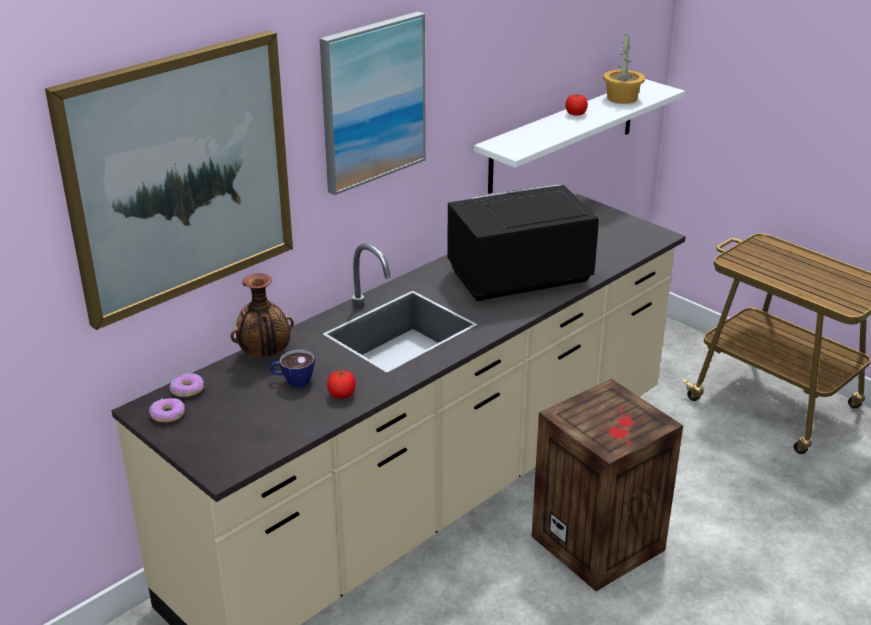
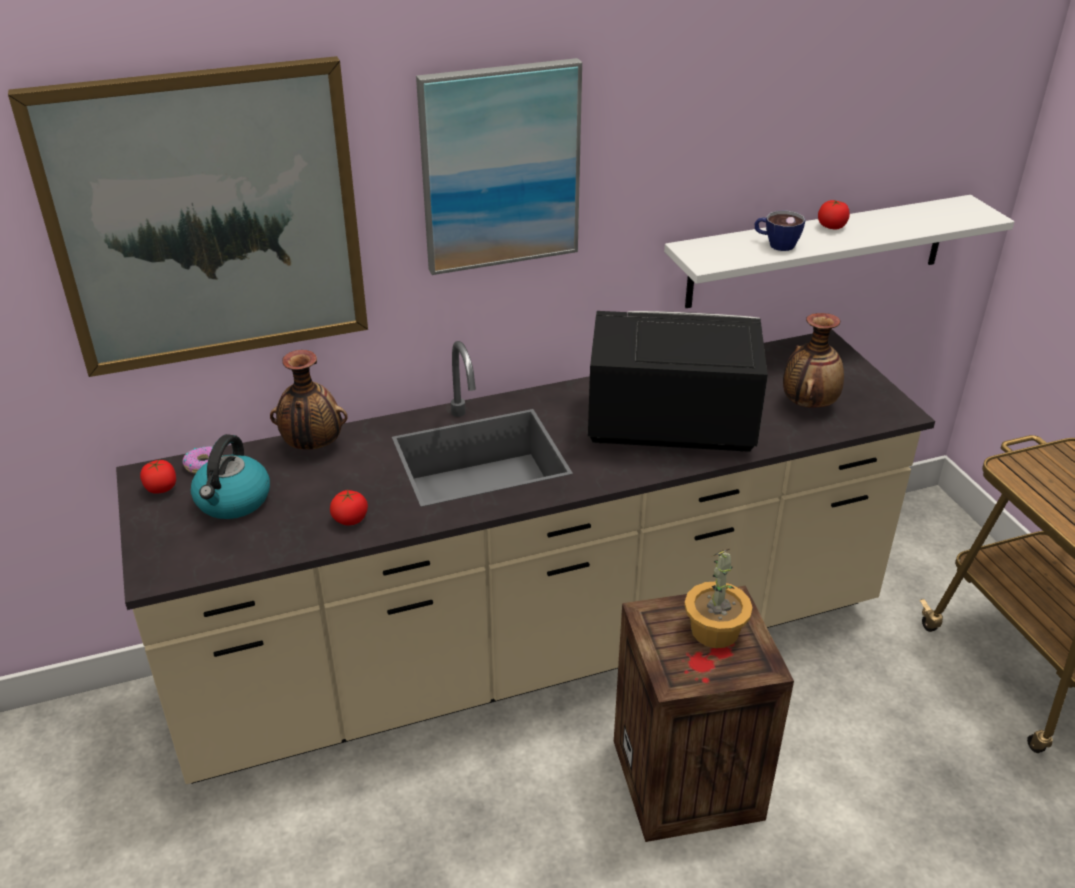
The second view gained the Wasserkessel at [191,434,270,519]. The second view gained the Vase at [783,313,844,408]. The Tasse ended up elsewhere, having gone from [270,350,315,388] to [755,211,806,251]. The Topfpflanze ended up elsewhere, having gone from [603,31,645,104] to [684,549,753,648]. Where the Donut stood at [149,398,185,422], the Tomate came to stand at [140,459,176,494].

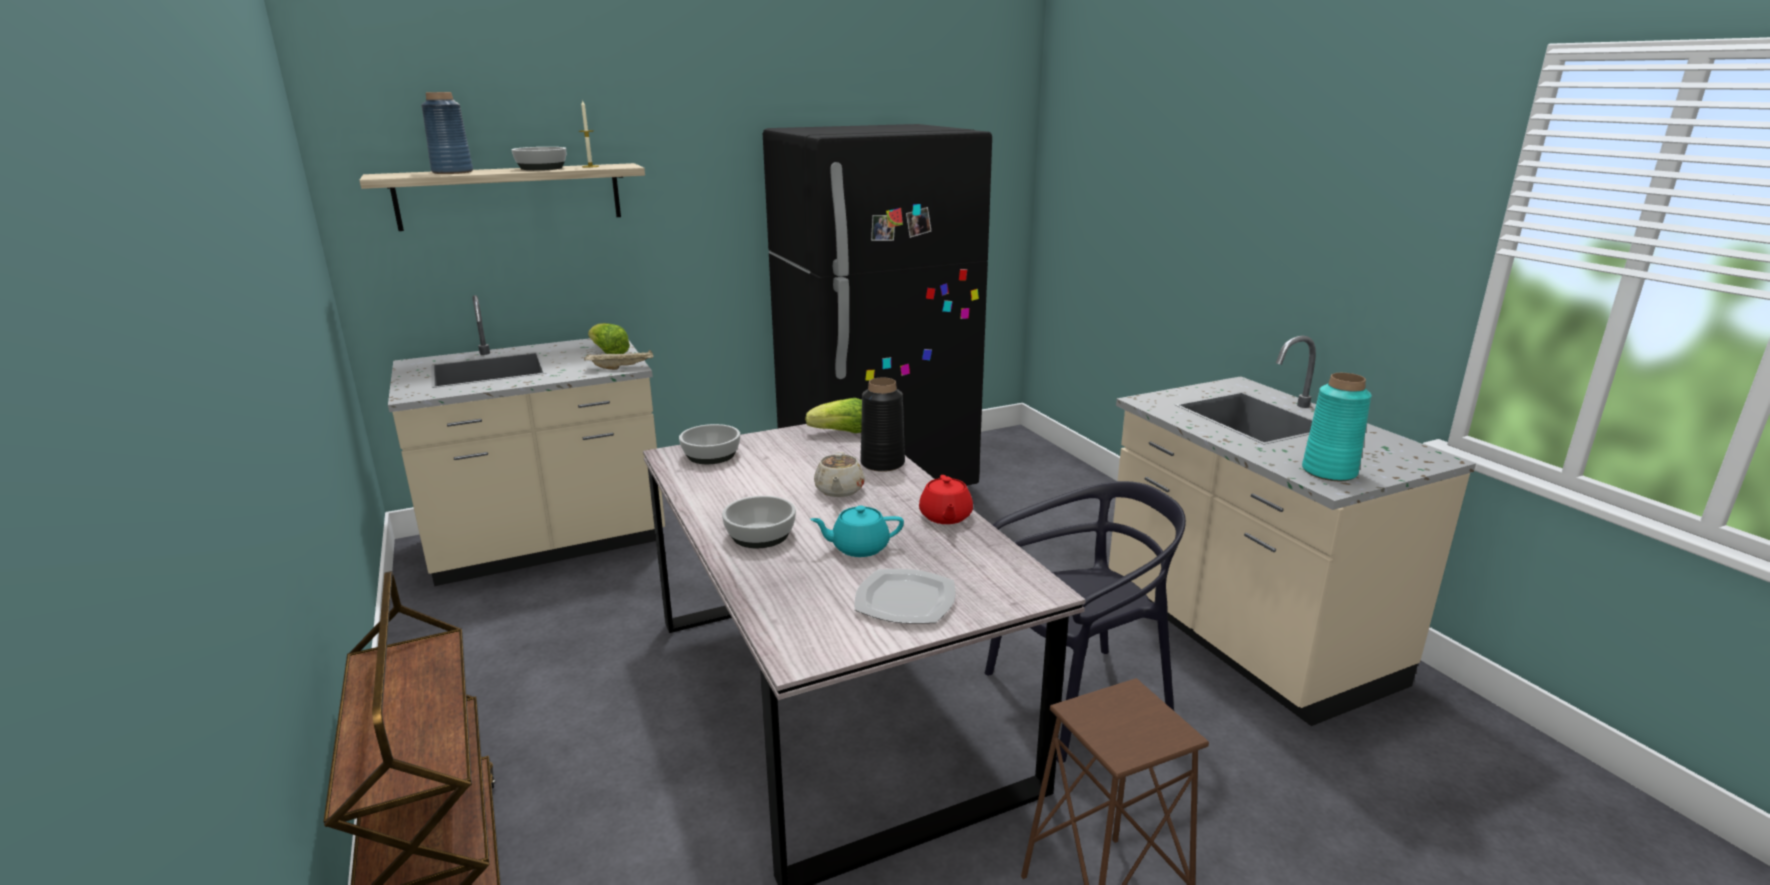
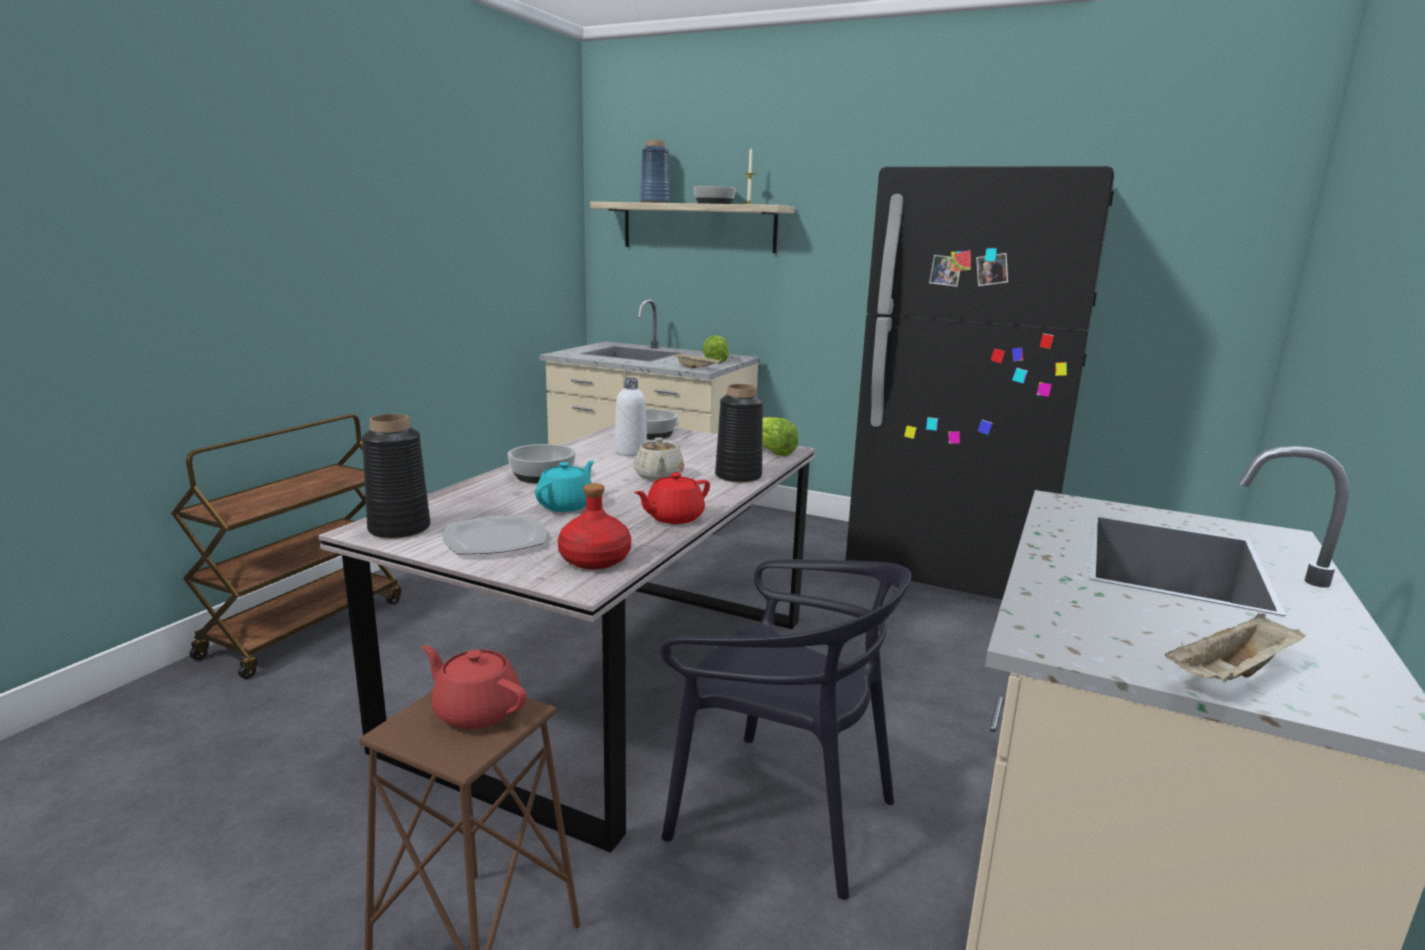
The second view lost the Vase (türkis) at [1302,373,1372,481]. The second view gained the Vase (schwarz) at [361,414,430,539]. The second view gained the Teekanne (rot) at [422,645,527,729]. The second view gained the Flasche (rot) at [558,483,631,569]. The second view gained the Flasche (weiß) at [615,377,647,456]. The second view gained the Tablett (beige) at [1165,613,1305,683]. The Teekanne (türkis) at [810,506,904,557] ended up facing another way, 75 degrees clockwise from before. The Teekanne (beige) at [814,452,865,497] ended up facing another way, 60 degrees counterclockwise from before.

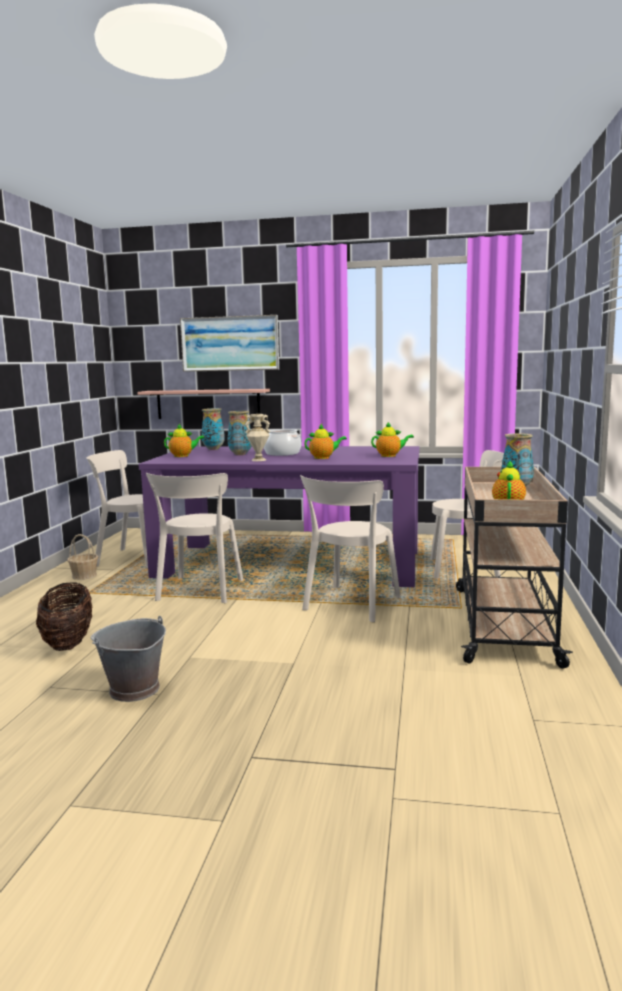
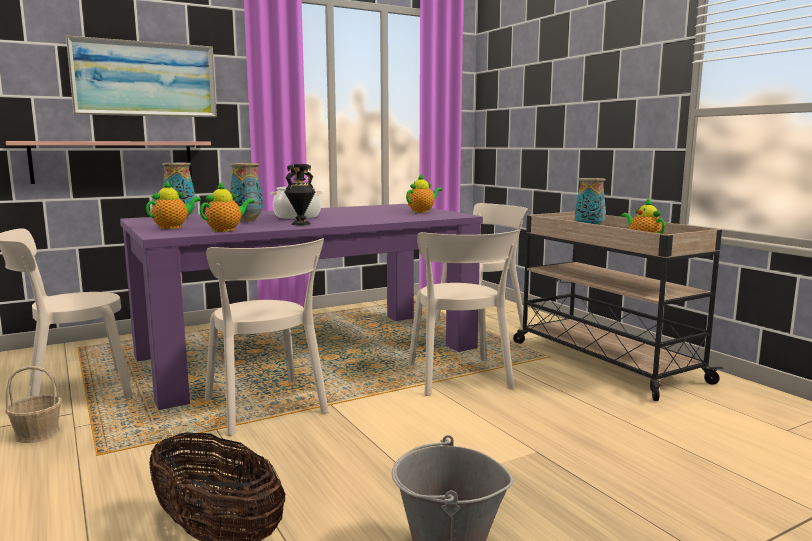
The Teekanne ended up elsewhere, having gone from [304,424,347,459] to [200,182,255,232]. What was the Vase (beige) at [245,414,270,461] turned into the Vase (schwarz) at [285,164,316,225].

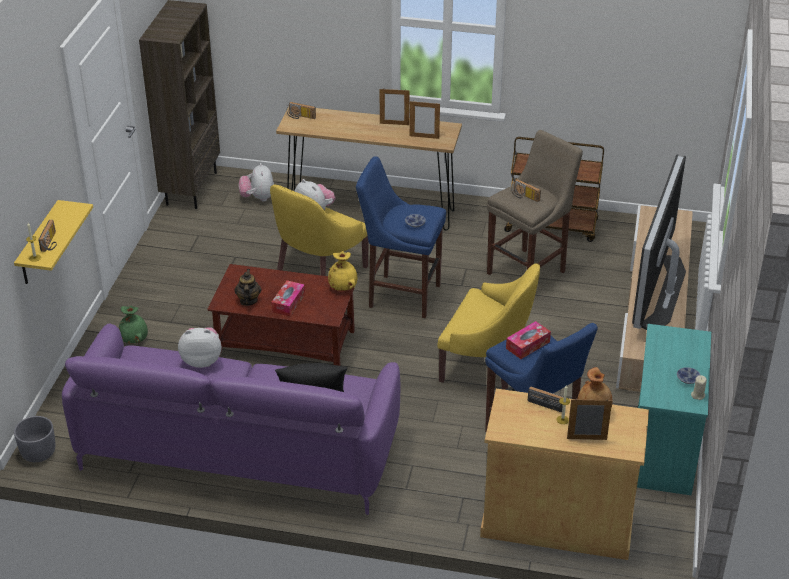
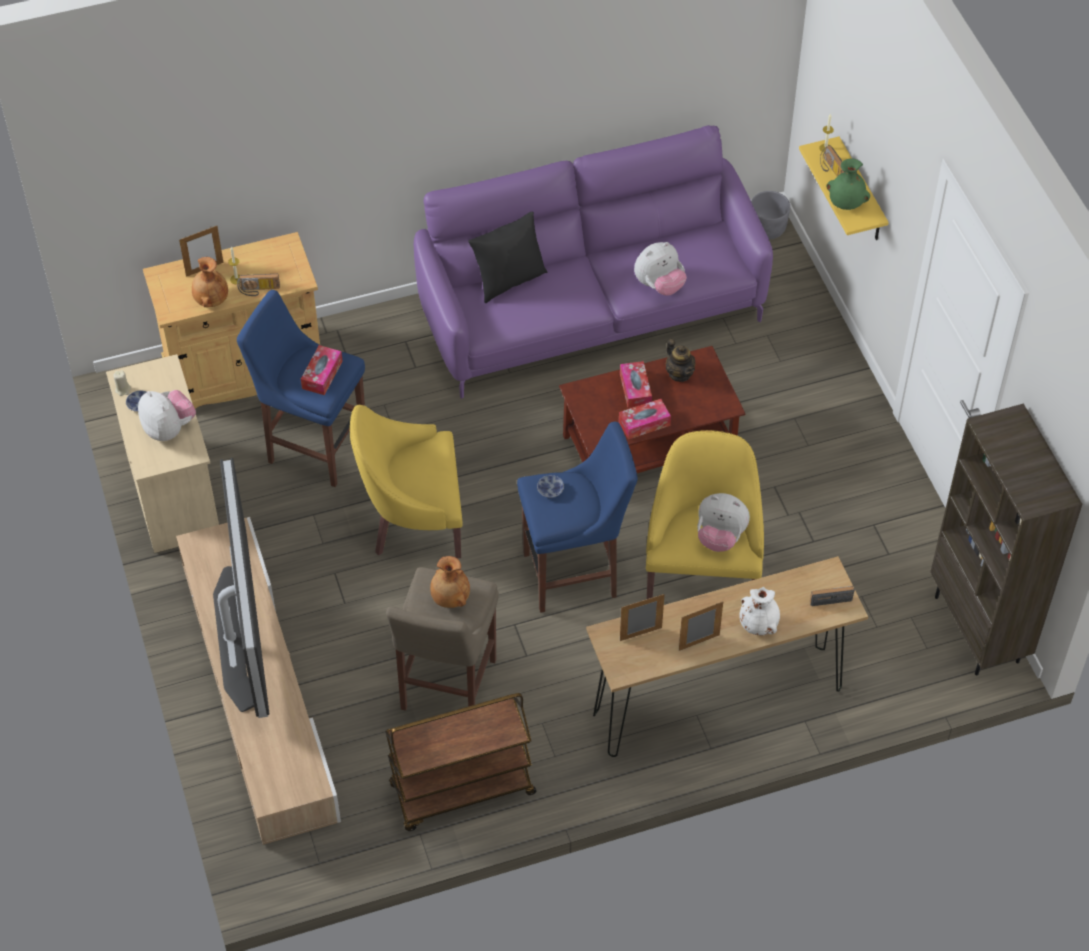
The second view lost the Vase (gelb) at [328,251,357,291]. The second view gained the Taschentuchbox at [619,399,671,440]. The second view gained the Vase (weiß) at [739,587,780,635]. The Vase (grün) ended up elsewhere, having gone from [119,305,148,344] to [826,158,870,210]. The Plüschtier ended up elsewhere, having gone from [239,163,274,202] to [138,390,196,441]. Where the Radio stood at [511,179,541,202], the Vase (braun) came to stand at [430,556,470,608]. What was the Kommode (türkis) at [637,324,711,495] turned into the Kommode (beige) at [106,354,219,553].

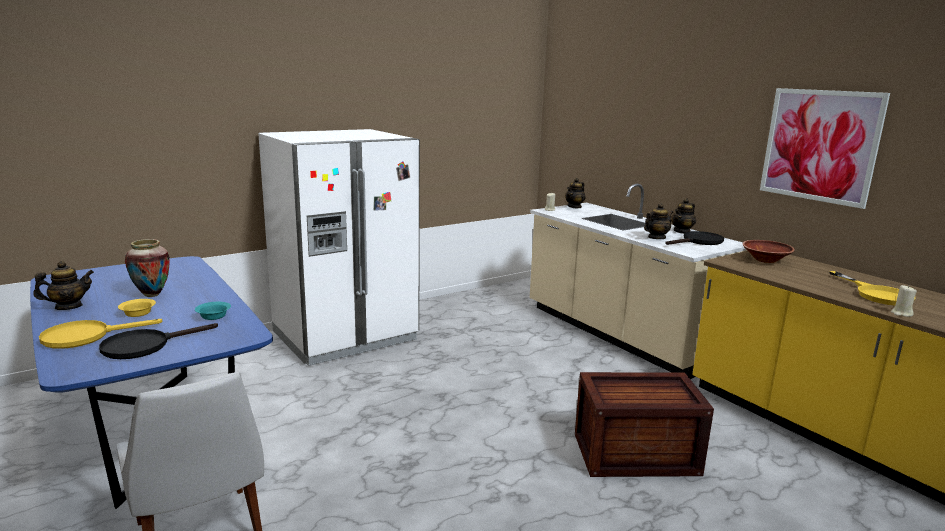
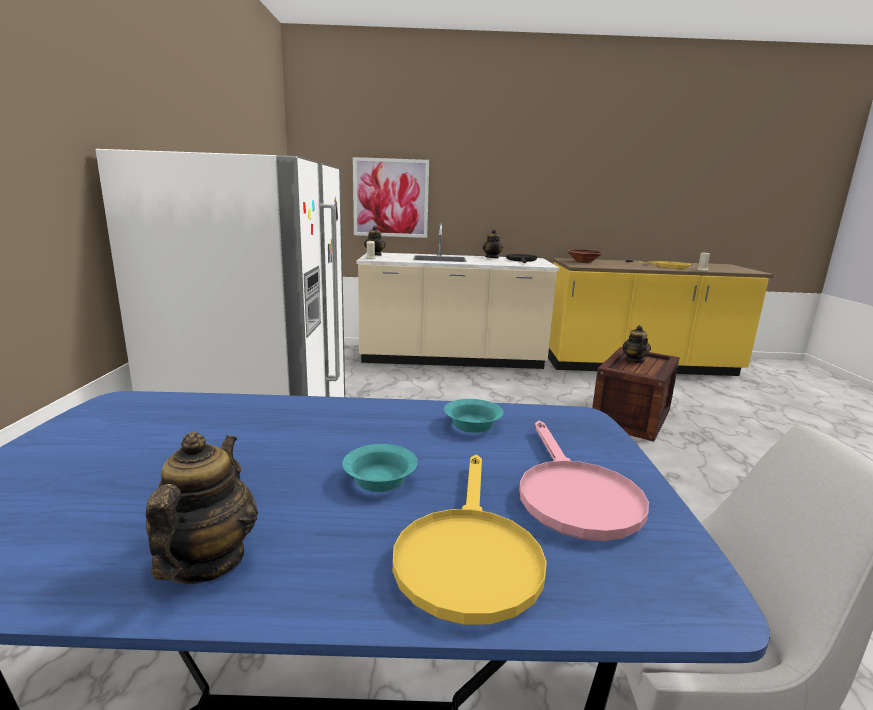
The second view lost the Vase at [125,239,170,297]. The Teekanne ended up elsewhere, having gone from [644,203,673,239] to [622,325,651,363]. The Bild ended up elsewhere, having gone from [760,88,890,209] to [353,157,429,238]. What was the Pfanne (schwarz) at [99,323,218,359] turned into the Pfanne (rosa) at [519,421,649,541]. What was the Schüssel (gelb) at [118,299,156,317] turned into the Schüssel (türkis) at [342,444,418,492].

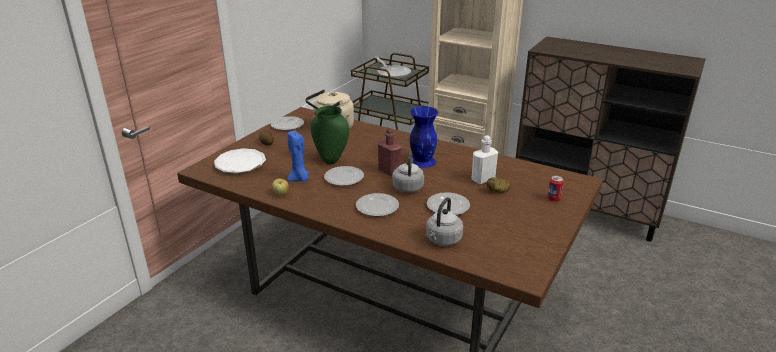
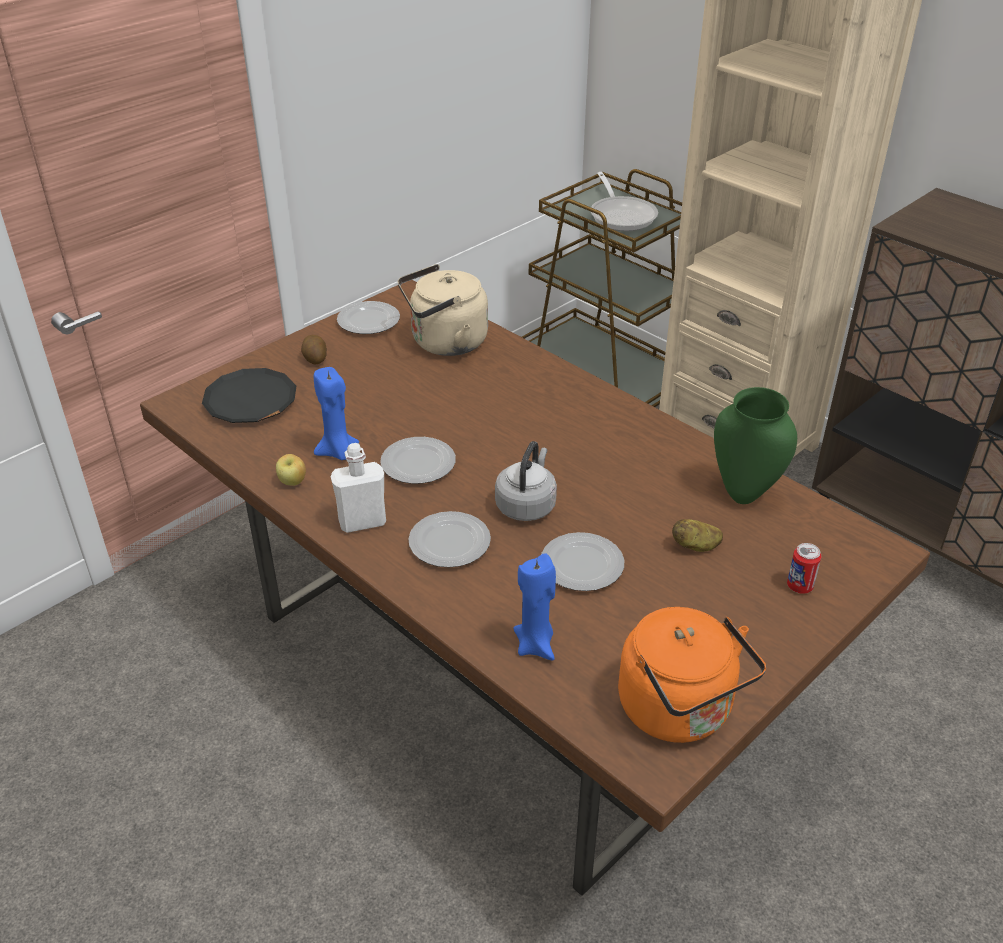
The second view lost the Flasche (rot) at [378,128,402,177]. The second view lost the Vase (blau) at [410,106,438,168]. The second view gained the Wasserkessel (orange) at [618,607,766,743]. The Vase (grün) ended up elsewhere, having gone from [311,106,349,165] to [714,387,797,504]. The Flasche (weiß) ended up elsewhere, having gone from [472,135,498,184] to [331,443,386,533]. Where the Wasserkessel (grau) stood at [426,197,463,246], the Kerze (blau) came to stand at [513,553,556,661]. What was the Teller (weiß) at [214,148,266,173] turned into the Teller (schwarz) at [202,368,296,423].

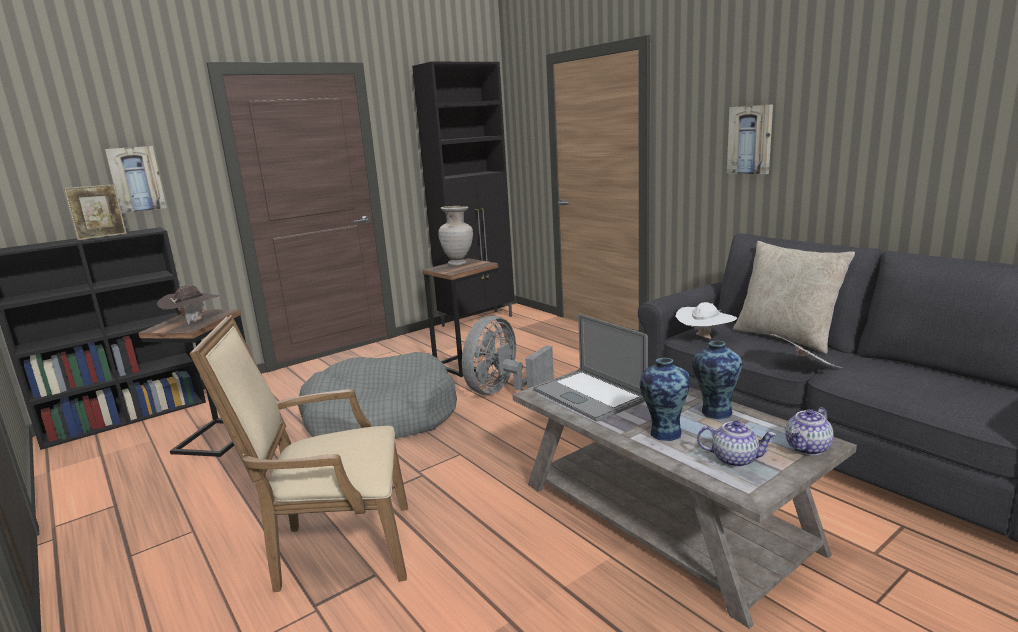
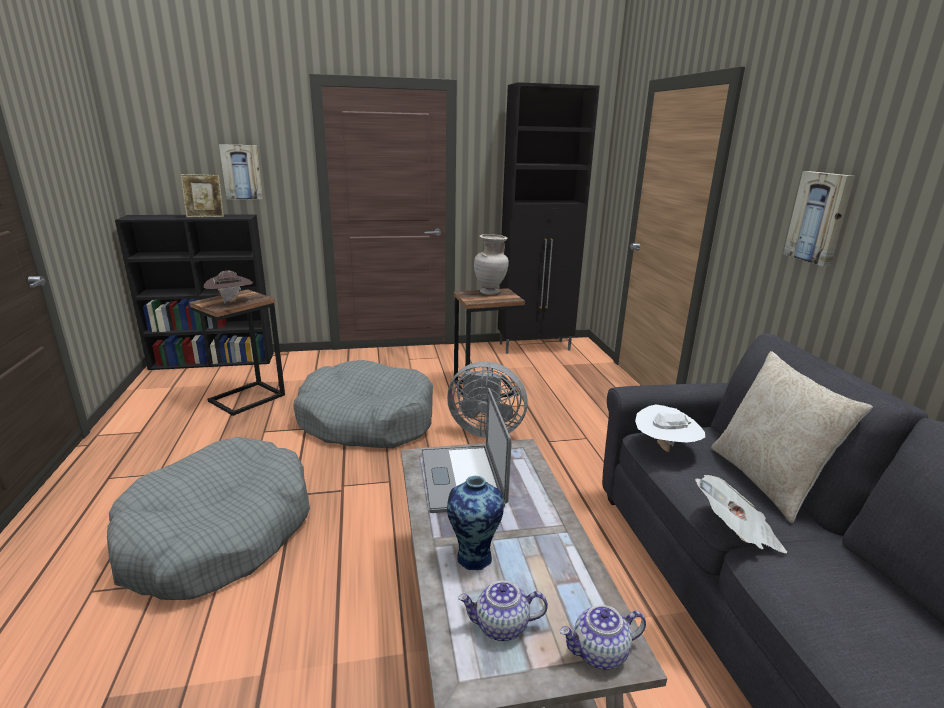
The second view lost the Vase at [692,341,742,419]. Where the Sessel (beige) stood at [190,315,408,592], the Hundebett (grau) came to stand at [107,437,310,600]. The Ventilator (grau) at [462,316,554,395] ended up facing another way, 135 degrees counterclockwise from before. The Teekanne at [697,420,776,467] ended up facing another way, 135 degrees clockwise from before.

